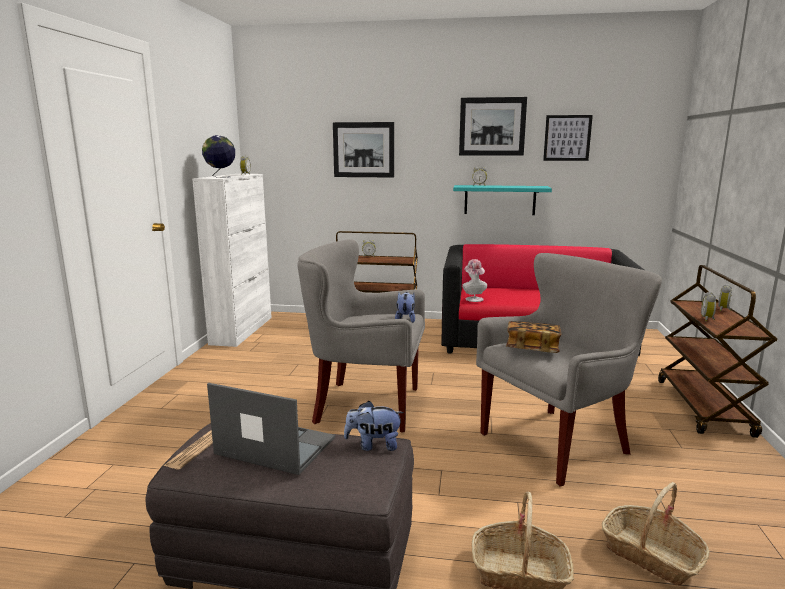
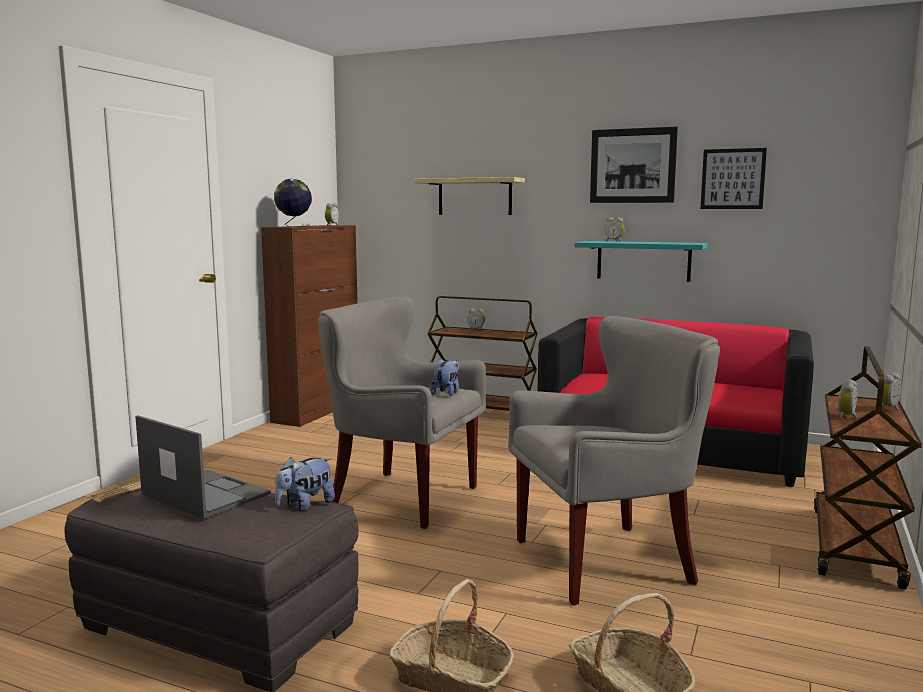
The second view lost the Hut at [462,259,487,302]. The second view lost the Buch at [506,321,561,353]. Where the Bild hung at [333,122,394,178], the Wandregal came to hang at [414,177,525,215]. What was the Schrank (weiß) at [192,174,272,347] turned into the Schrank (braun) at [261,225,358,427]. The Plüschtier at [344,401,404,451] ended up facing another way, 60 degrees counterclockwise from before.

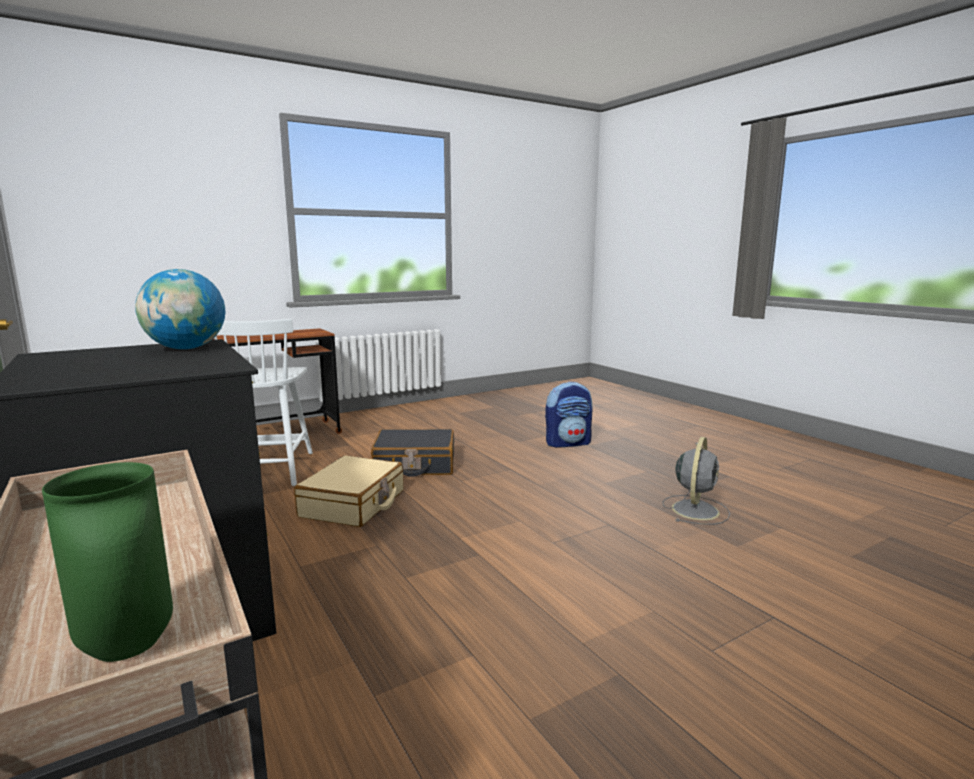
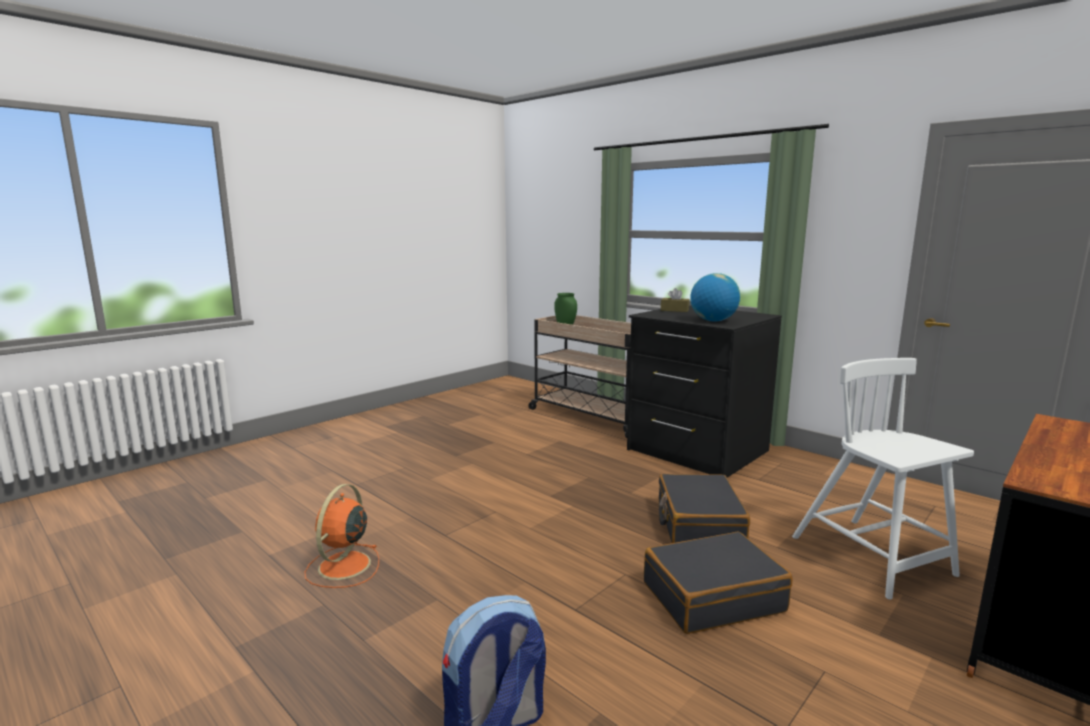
The second view gained the Taschentuchbox (braun) at [661,288,690,312]. What was the Koffer (beige) at [294,456,404,527] turned into the Koffer (schwarz) at [659,474,750,543]. What was the Ventilator (grau) at [662,437,730,525] turned into the Ventilator (orange) at [304,484,379,588].

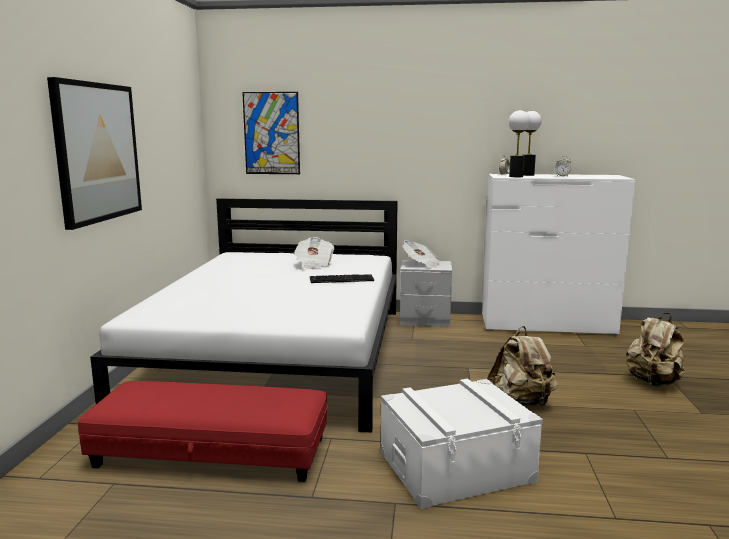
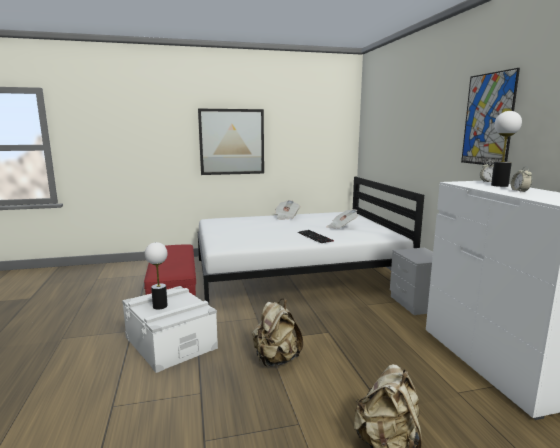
The Bild ended up elsewhere, having gone from [242,92,300,174] to [461,68,520,166]. The Zeitung ended up elsewhere, having gone from [402,240,440,268] to [275,200,300,220]. The Tischlampe ended up elsewhere, having gone from [509,110,530,177] to [145,242,168,309].

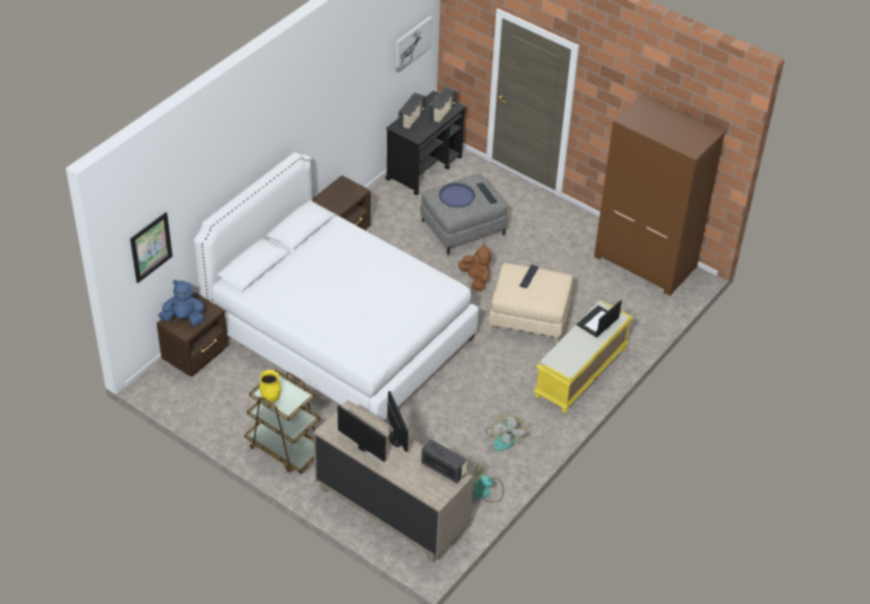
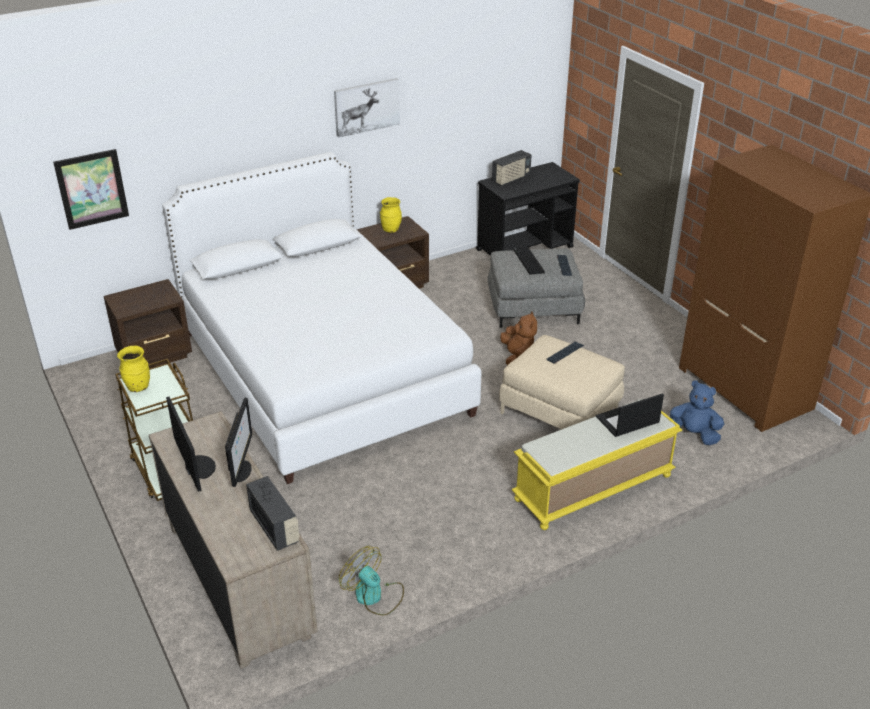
The second view lost the Radio at [429,87,456,124]. The second view lost the Ventilator at [485,415,527,451]. The second view gained the Vase (gelb) at [380,197,402,233]. The Plüschtier (blau) ended up elsewhere, having gone from [158,280,205,326] to [670,380,724,445]. The Bild ended up elsewhere, having gone from [395,16,433,73] to [334,78,400,138]. Where the Tablett (blau) stood at [439,183,475,208], the Tastatur came to stand at [513,246,545,275].

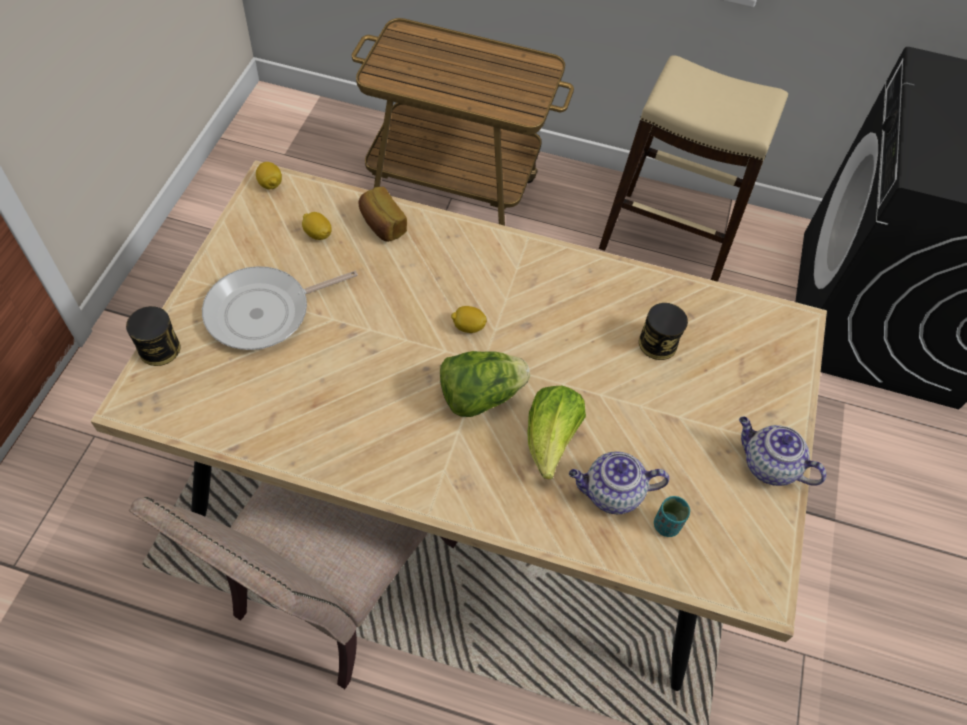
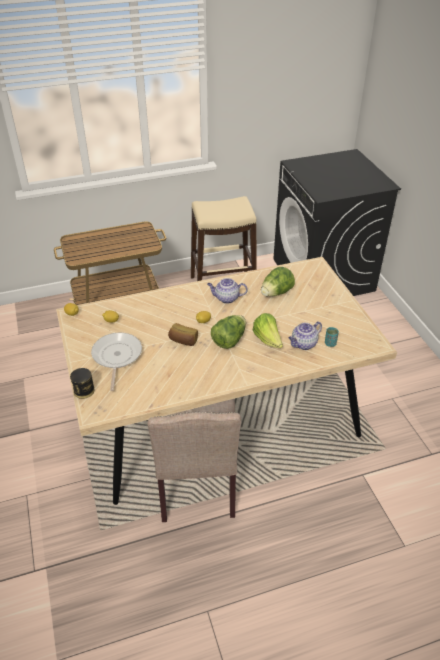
The Brot ended up elsewhere, having gone from [358,187,407,242] to [168,323,198,346]. The Teekanne ended up elsewhere, having gone from [739,417,826,486] to [207,278,248,304]. Where the Dose stood at [639,303,688,360], the Salatkopf came to stand at [261,267,295,297]. The Pfanne at [202,266,358,350] ended up facing another way, 150 degrees clockwise from before.

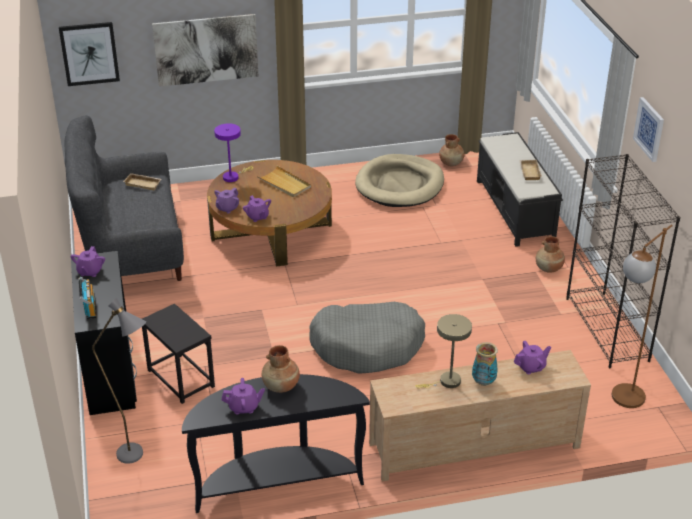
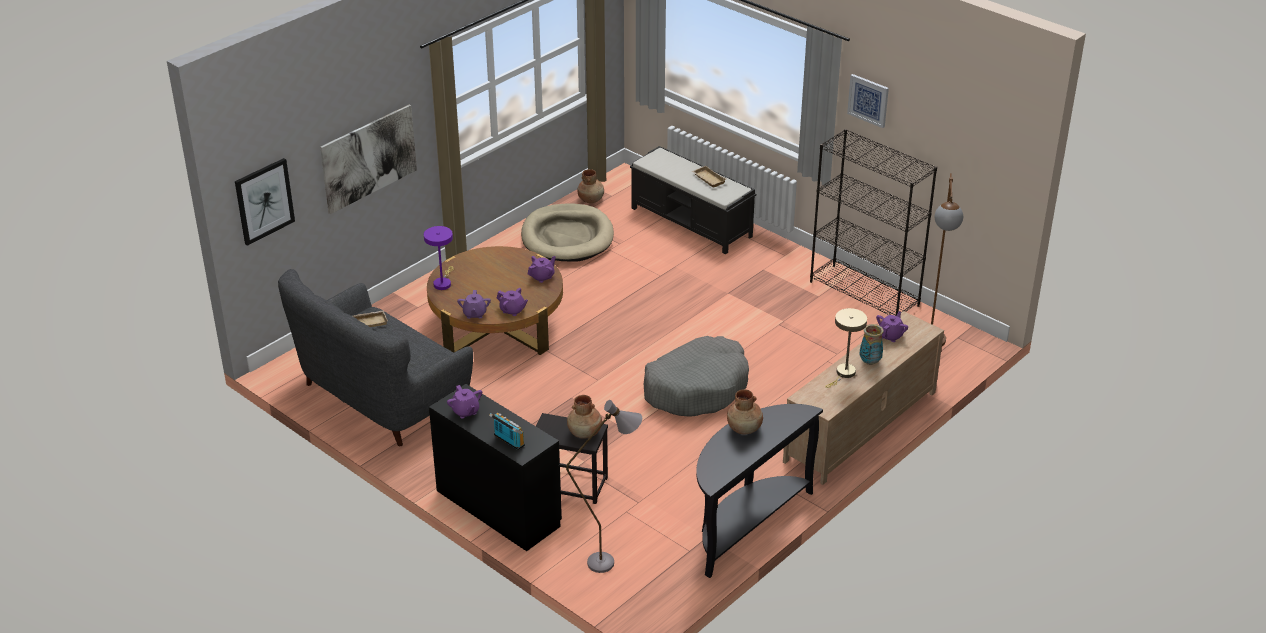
The second view lost the Tablett (beige) at [257,166,311,197]. The Teekanne (lila) ended up elsewhere, having gone from [222,378,265,414] to [528,256,556,283]. The Vase (braun) ended up elsewhere, having gone from [536,236,565,273] to [567,395,602,439].

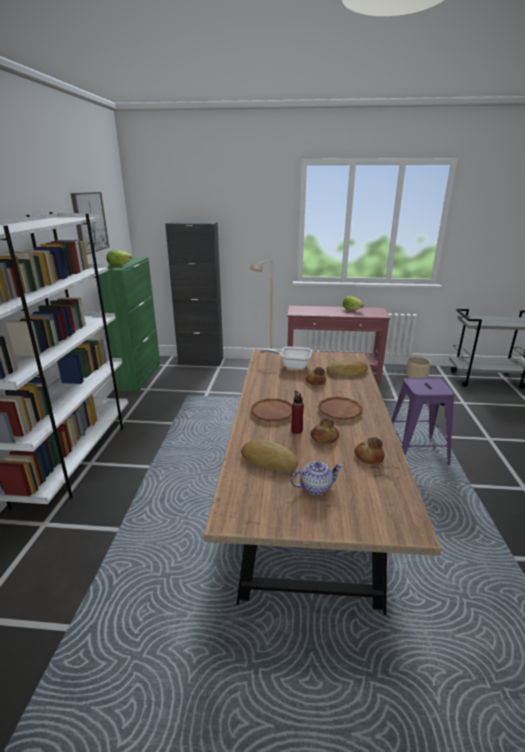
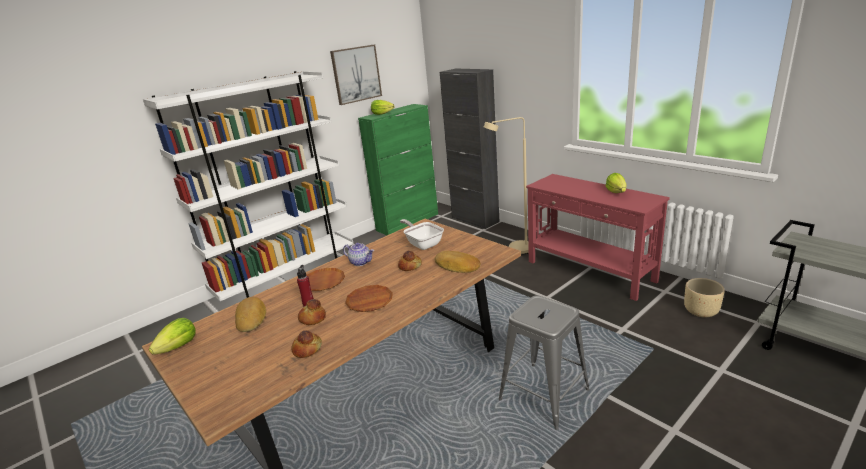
The second view gained the Salatkopf at [149,318,196,355]. The Teekanne ended up elsewhere, having gone from [291,461,343,495] to [343,243,374,266]. What was the Hocker (lila) at [391,378,454,465] turned into the Hocker (grau) at [499,295,590,430].

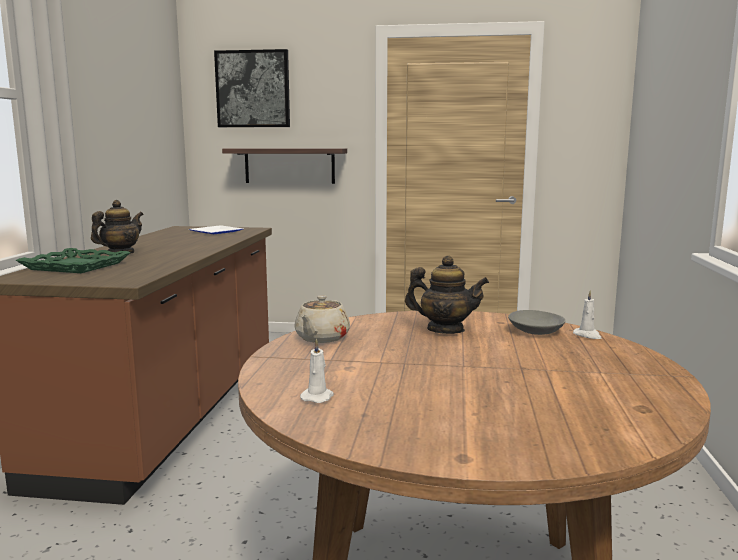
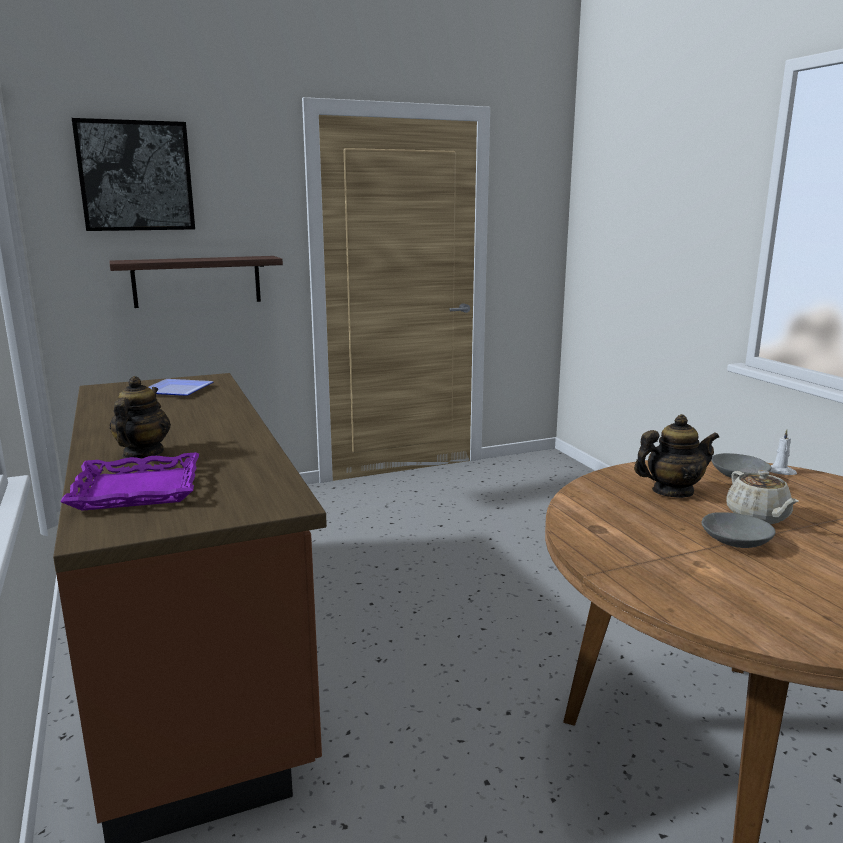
The second view lost the Kerze (weiß) at [300,338,334,403]. The second view gained the Schüssel (grau) at [702,512,776,548]. The Teekanne (beige) ended up elsewhere, having gone from [294,295,350,343] to [726,470,799,524]. What was the Tablett (grün) at [16,248,131,273] turned into the Tablett (lila) at [60,452,199,511].

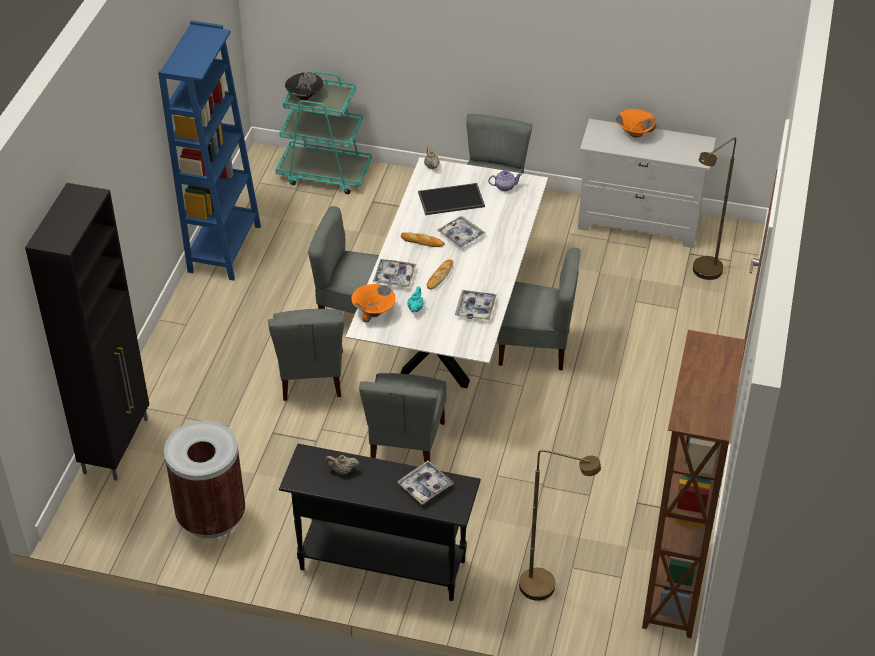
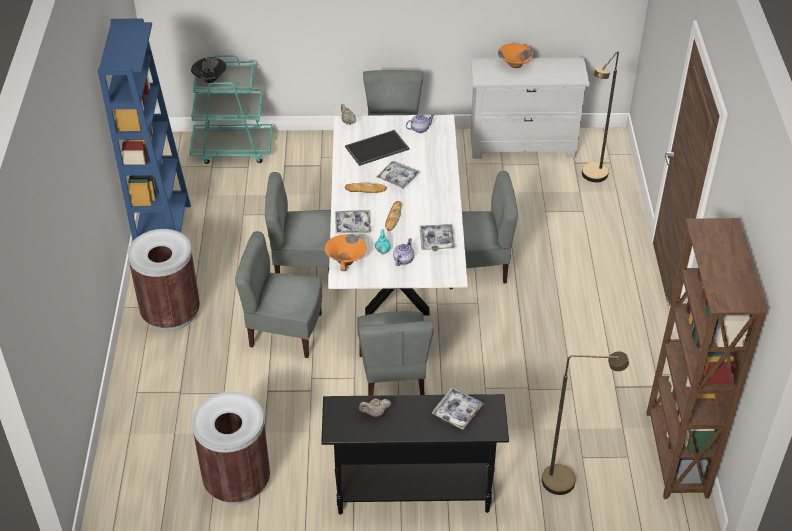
The second view lost the Schrank (schwarz) at [25,183,149,481]. The second view gained the Mülleimer (braun) at [128,229,200,332]. The second view gained the Teekanne at [393,238,414,266]. The Stuhl (grau) at [268,309,344,401] ended up facing another way, 120 degrees clockwise from before.

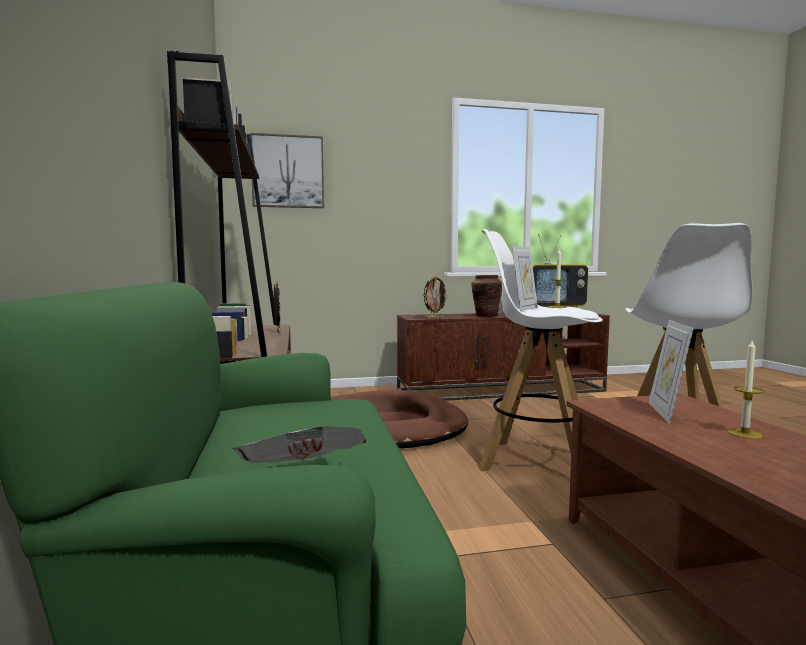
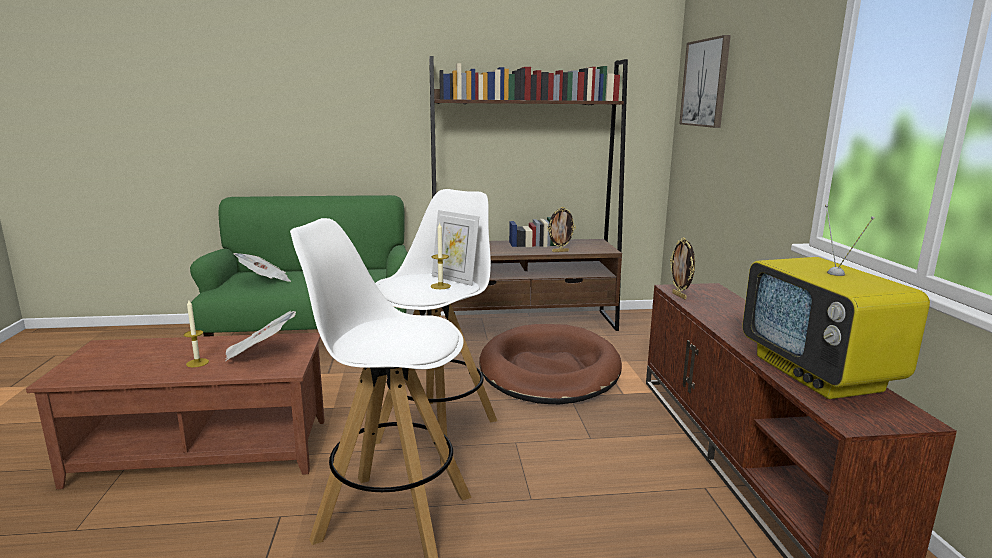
The second view lost the Vase (braun) at [471,275,502,317]. Where the Bilderrahmen stood at [649,320,694,423], the Zeitung came to stand at [225,311,296,361].

